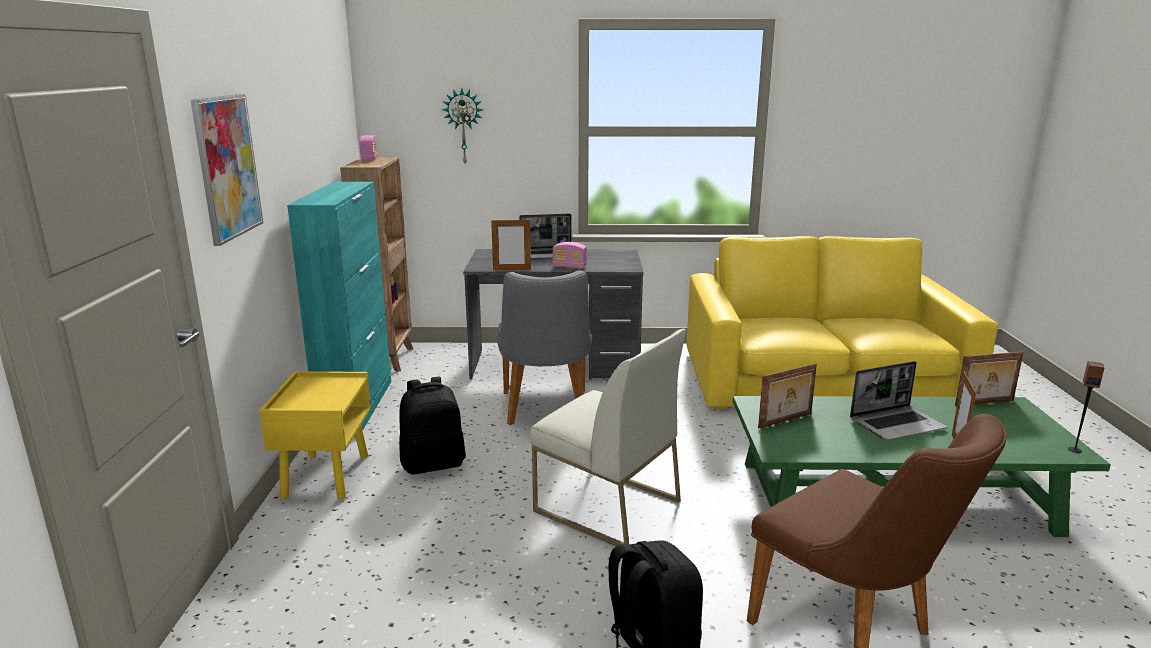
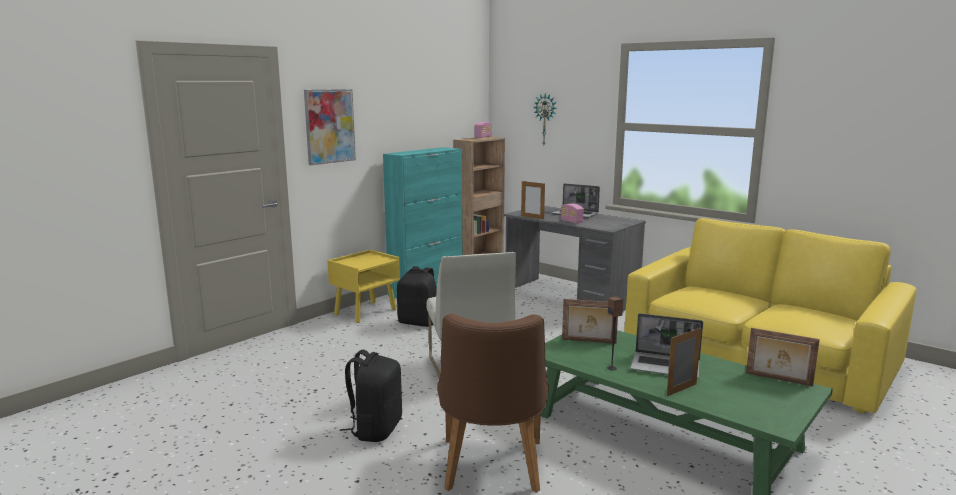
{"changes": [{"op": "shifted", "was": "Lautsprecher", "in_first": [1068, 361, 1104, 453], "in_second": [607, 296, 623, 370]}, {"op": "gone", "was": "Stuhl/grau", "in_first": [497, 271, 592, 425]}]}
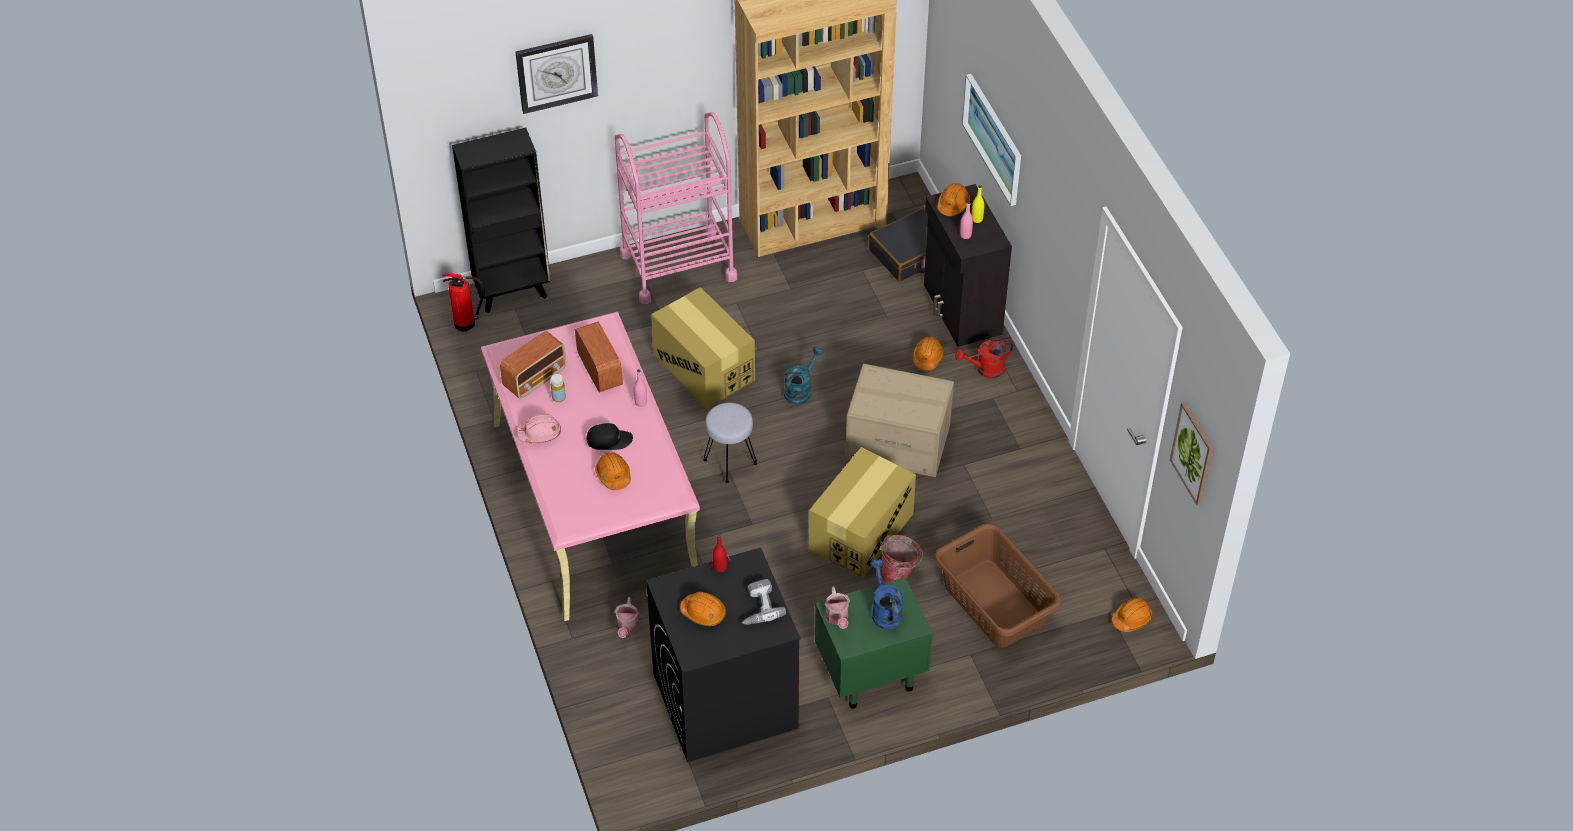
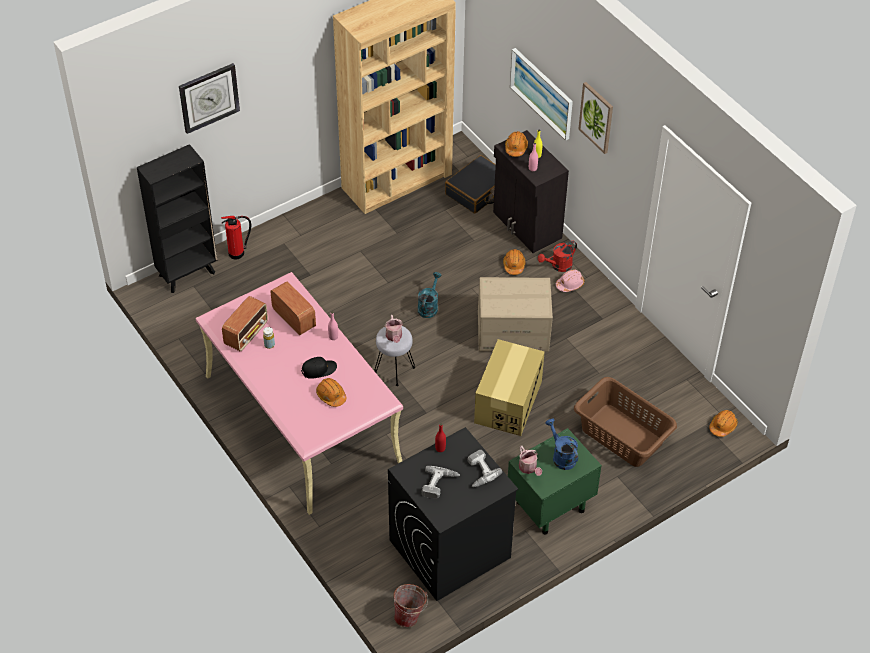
{"changes": [{"op": "shifted", "was": "Feuerlöscher", "in_first": [442, 274, 485, 331], "in_second": [221, 216, 251, 260]}, {"op": "shifted", "was": "Gießkanne", "in_first": [614, 597, 639, 638], "in_second": [385, 315, 403, 343]}, {"op": "shifted", "was": "Eimer", "in_first": [881, 535, 923, 583], "in_second": [394, 584, 428, 628]}, {"op": "swapped", "was": "Schutzhelm/orange", "now": "Bohrmaschine", "in_first": [680, 592, 726, 626], "in_second": [422, 466, 460, 499]}, {"op": "shifted", "was": "Schutzhelm/rosa", "in_first": [517, 414, 561, 444], "in_second": [556, 269, 584, 292]}, {"op": "shifted", "was": "Bild", "in_first": [1170, 402, 1214, 506], "in_second": [578, 82, 613, 154]}, {"op": "gone", "was": "Rollwagen/rosa", "in_first": [615, 112, 737, 304]}, {"op": "gone", "was": "Karton", "in_first": [651, 287, 755, 408]}]}
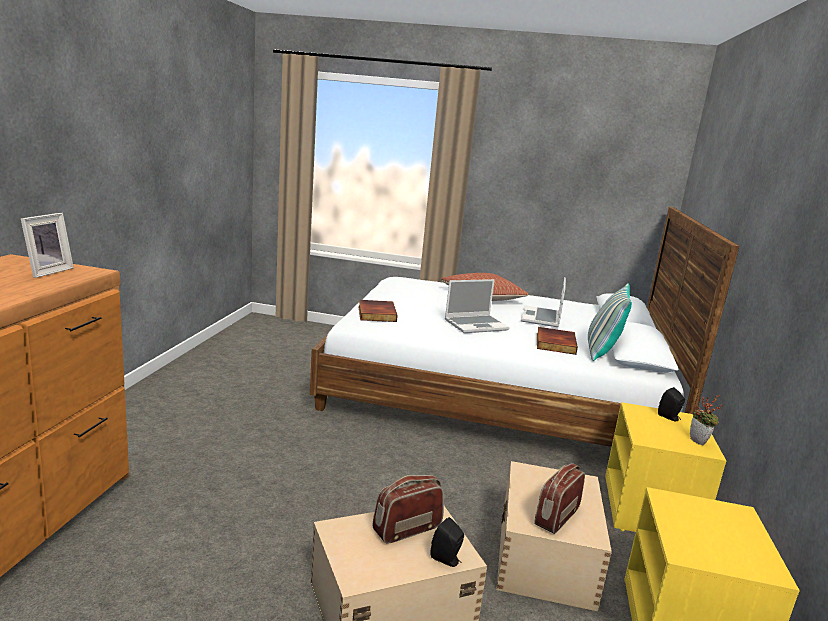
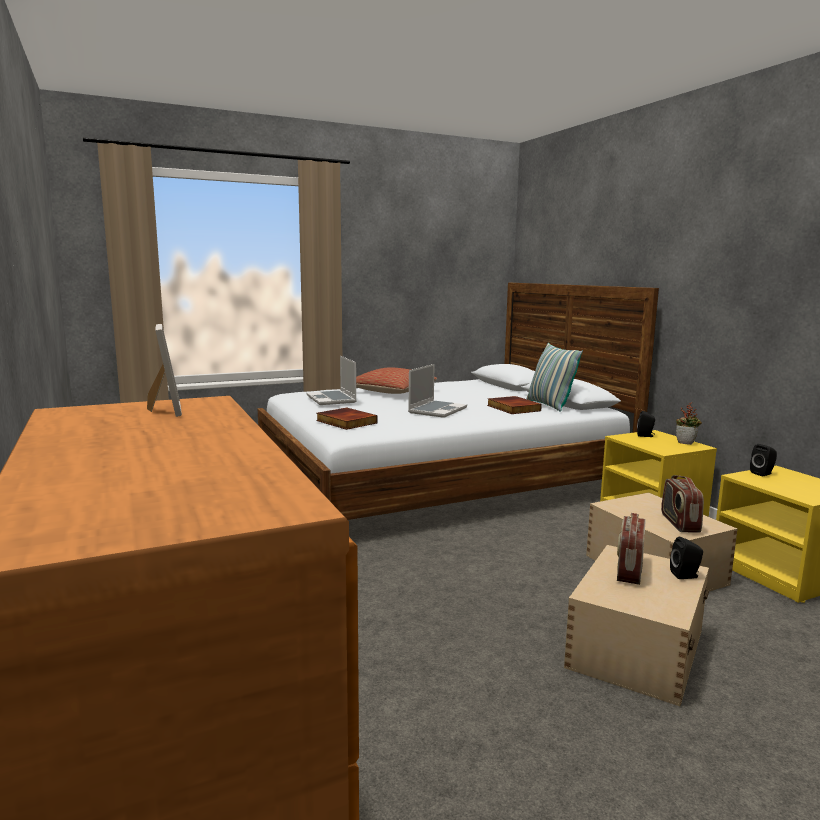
{"changes": [{"op": "shifted", "was": "Laptop", "in_first": [521, 277, 566, 327], "in_second": [307, 356, 357, 405]}, {"op": "new", "now": "Lautsprecher/schwarz", "in_second": [750, 444, 777, 476]}]}
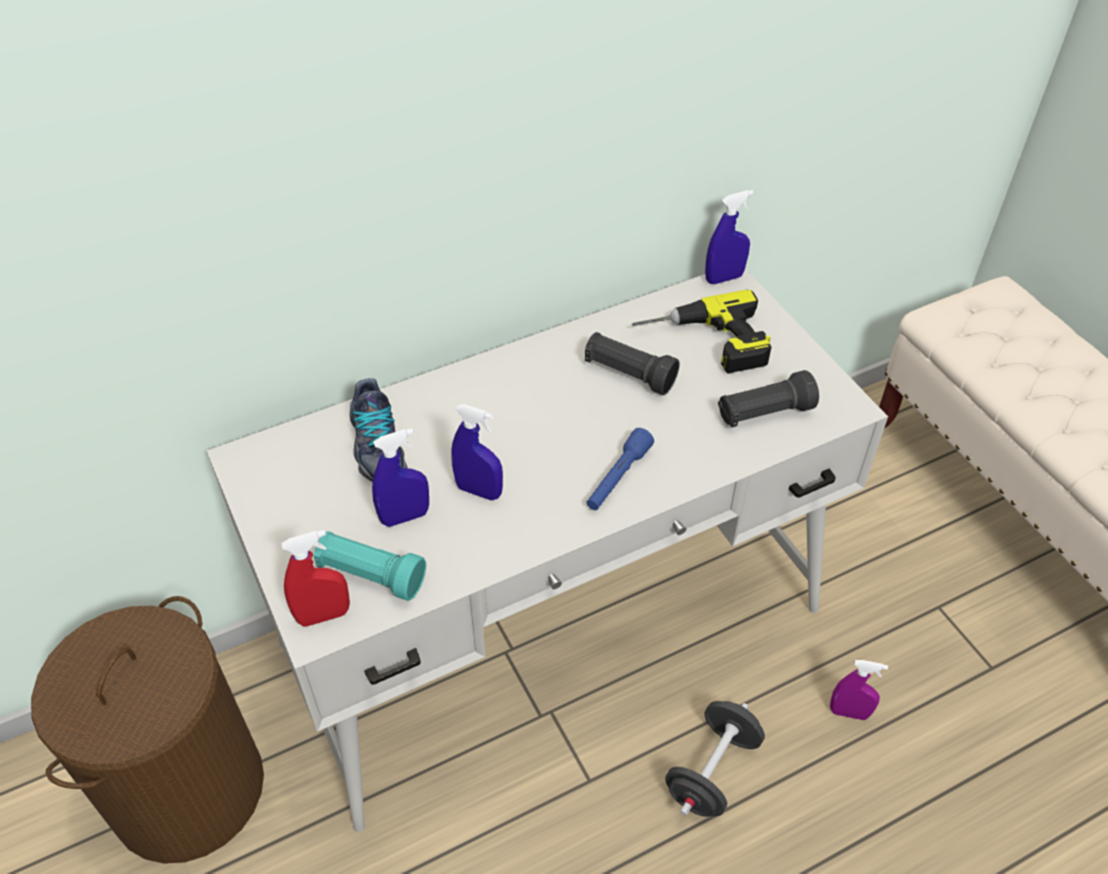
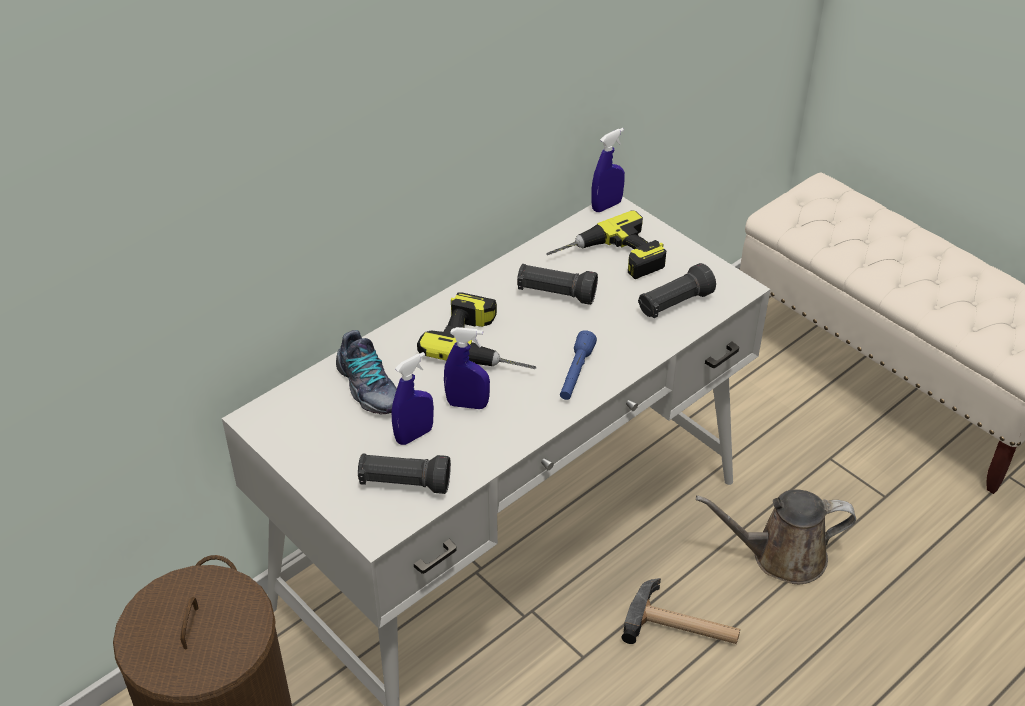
{"changes": [{"op": "repainted", "was": "Taschenlampe/türkis", "now": "Taschenlampe/schwarz", "in_first": [313, 531, 426, 601], "in_second": [358, 454, 451, 494]}, {"op": "new", "now": "Bohrmaschine", "in_second": [417, 293, 537, 369]}, {"op": "swapped", "was": "Hantel/schwarz", "now": "Hammer", "in_first": [665, 701, 765, 817], "in_second": [622, 578, 740, 644]}, {"op": "swapped", "was": "Sprühflasche/lila", "now": "Gießkanne/braun", "in_first": [830, 660, 888, 720], "in_second": [696, 489, 856, 584]}, {"op": "gone", "was": "Sprühflasche/rot", "in_first": [281, 530, 350, 627]}]}
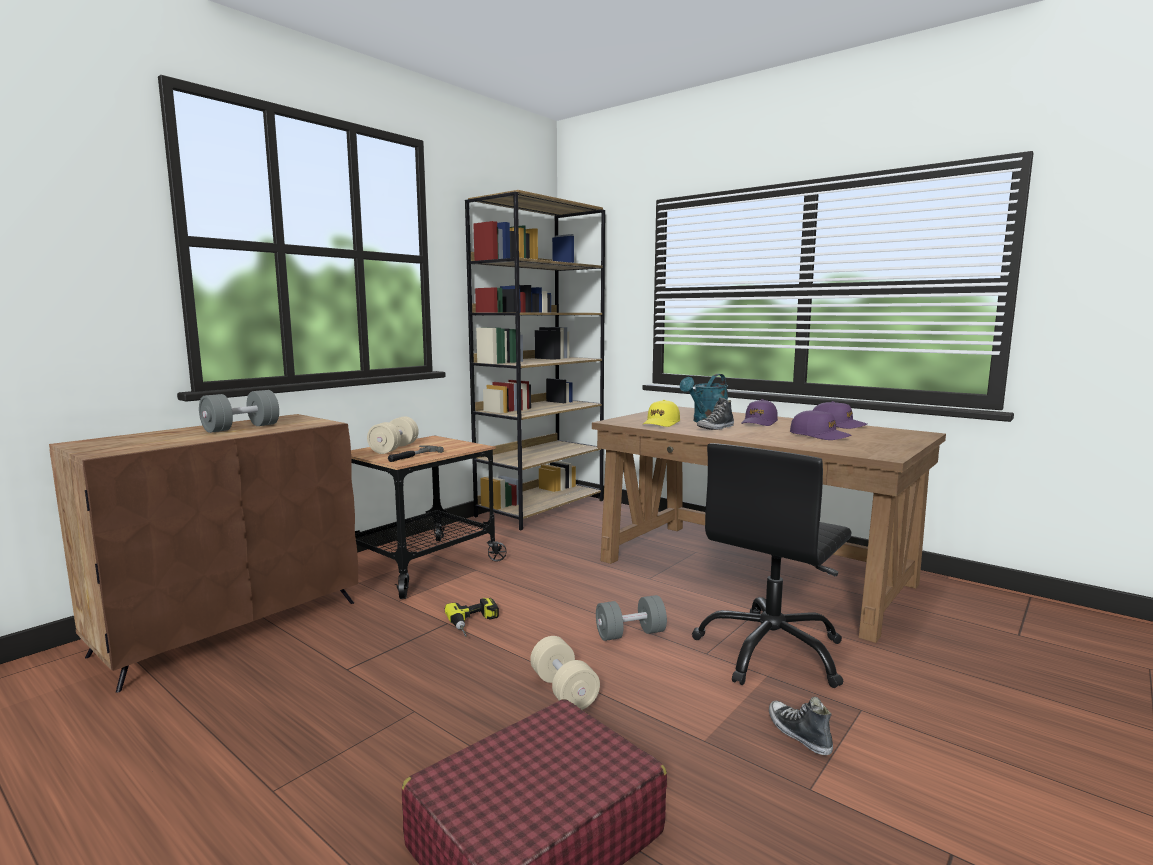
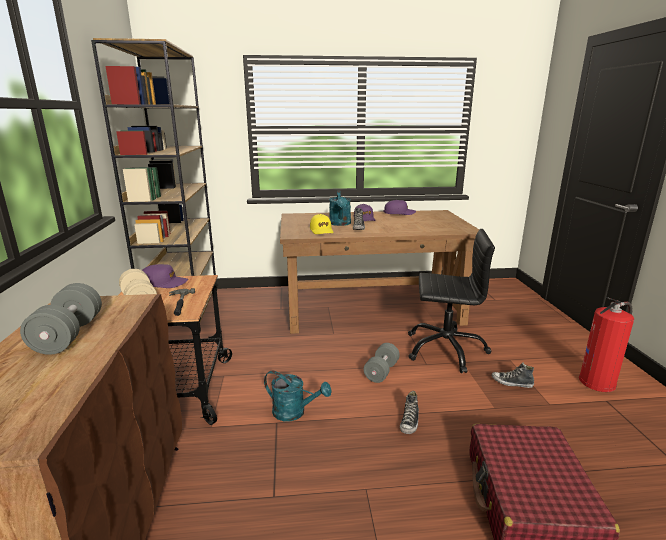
{"changes": [{"op": "shifted", "was": "Kappe/lila", "in_first": [790, 410, 852, 440], "in_second": [142, 264, 188, 288]}, {"op": "swapped", "was": "Bohrmaschine", "now": "Gießkanne/türkis", "in_first": [445, 598, 499, 637], "in_second": [264, 371, 332, 421]}, {"op": "swapped", "was": "Hantel/beige", "now": "Schuh", "in_first": [530, 636, 600, 710], "in_second": [400, 391, 419, 434]}, {"op": "rotated", "was": "Bürostuhl/schwarz", "in_first": [692, 443, 852, 688], "in_second": [408, 229, 495, 373], "clockwise": -75}, {"op": "new", "now": "Feuerlöscher", "in_second": [579, 297, 634, 392]}]}
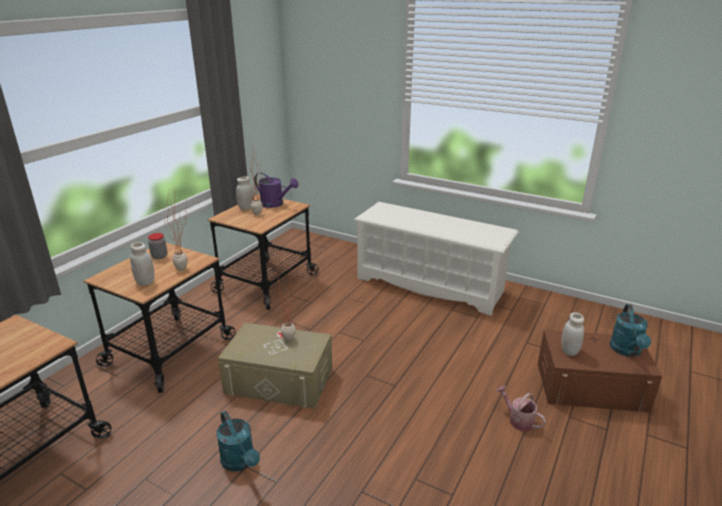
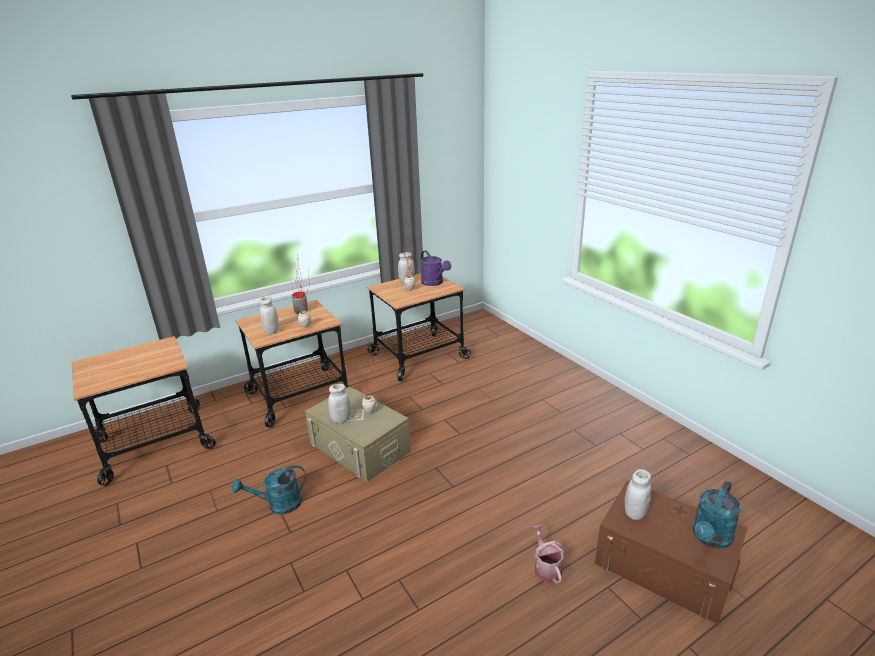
{"changes": [{"op": "rotated", "was": "Gießkanne/türkis", "in_first": [216, 411, 260, 472], "in_second": [232, 465, 306, 514], "clockwise": 75}, {"op": "new", "now": "Vorratsglas/weiß", "in_second": [328, 384, 351, 423]}, {"op": "gone", "was": "Schuhregal/weiß", "in_first": [354, 202, 519, 316]}]}
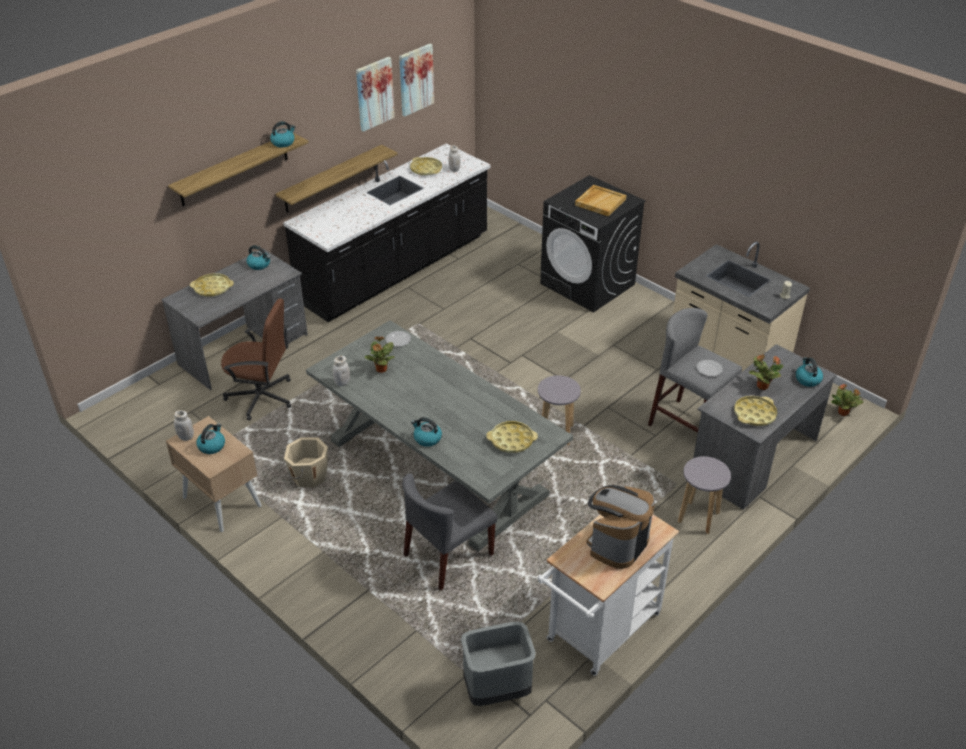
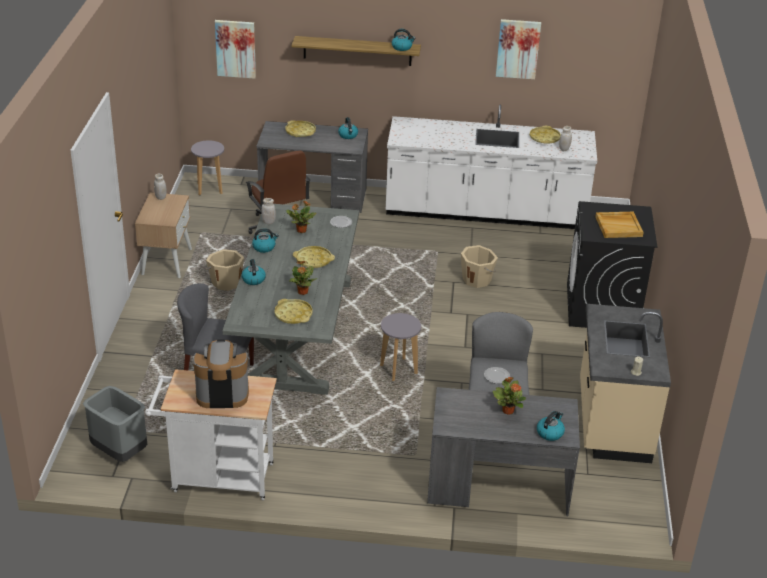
{"changes": [{"op": "shifted", "was": "Hocker/grau", "in_first": [678, 456, 731, 534], "in_second": [191, 140, 224, 195]}, {"op": "shifted", "was": "Bild", "in_first": [399, 44, 434, 116], "in_second": [215, 20, 256, 79]}, {"op": "shifted", "was": "Wasserkessel", "in_first": [196, 424, 225, 454], "in_second": [252, 228, 279, 253]}, {"op": "shifted", "was": "Topfpflanze", "in_first": [831, 384, 863, 416], "in_second": [289, 261, 317, 295]}, {"op": "shifted", "was": "Tablett/gelb", "in_first": [734, 396, 777, 426], "in_second": [293, 246, 335, 268]}, {"op": "repainted", "was": "Küchenzeile/schwarz", "now": "Küchenzeile/weiß", "in_first": [283, 143, 491, 322], "in_second": [386, 105, 597, 229]}, {"op": "new", "now": "Eimer/beige", "in_second": [461, 245, 498, 288]}, {"op": "gone", "was": "Wandregal", "in_first": [276, 145, 398, 213]}]}
